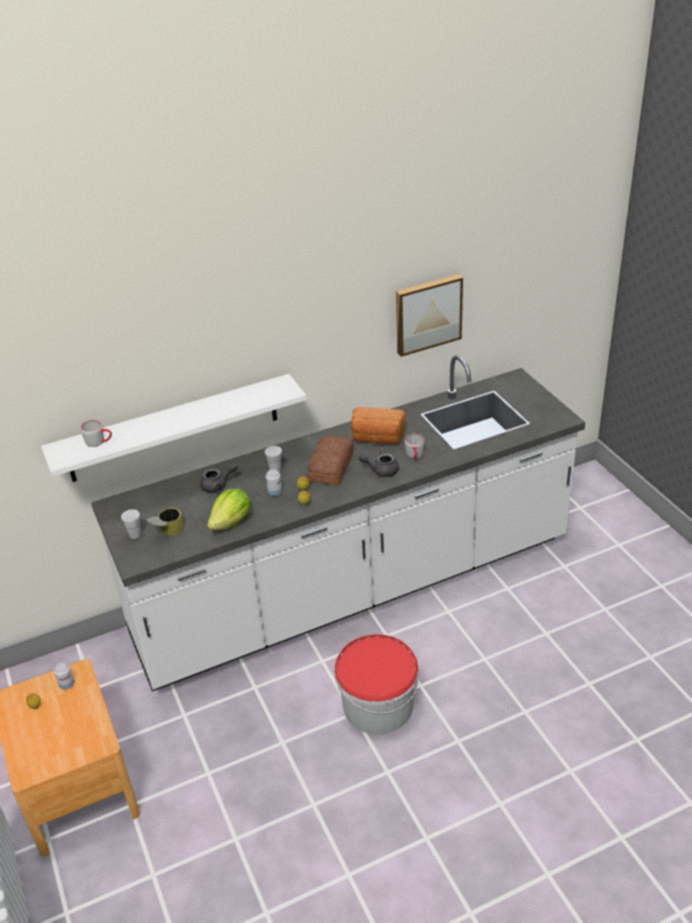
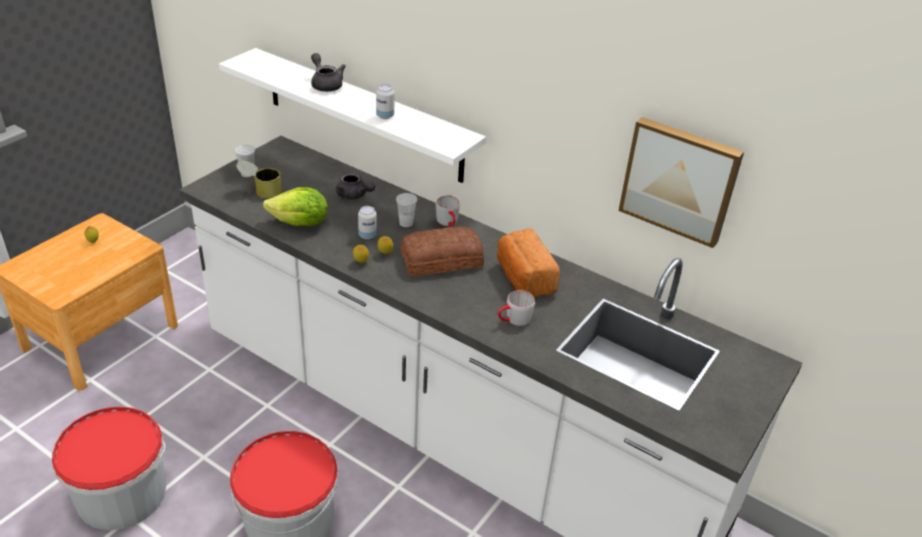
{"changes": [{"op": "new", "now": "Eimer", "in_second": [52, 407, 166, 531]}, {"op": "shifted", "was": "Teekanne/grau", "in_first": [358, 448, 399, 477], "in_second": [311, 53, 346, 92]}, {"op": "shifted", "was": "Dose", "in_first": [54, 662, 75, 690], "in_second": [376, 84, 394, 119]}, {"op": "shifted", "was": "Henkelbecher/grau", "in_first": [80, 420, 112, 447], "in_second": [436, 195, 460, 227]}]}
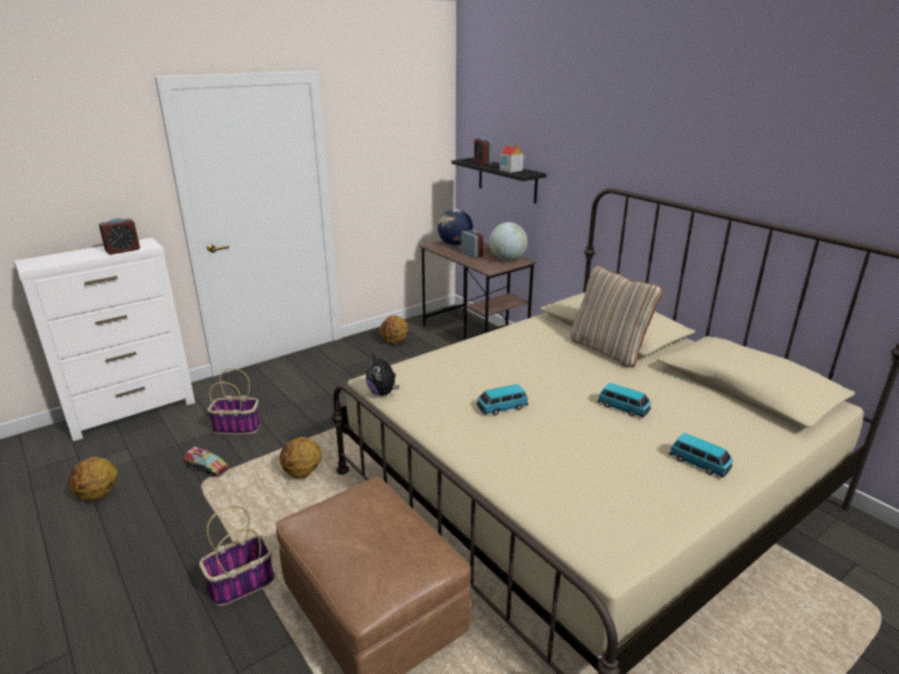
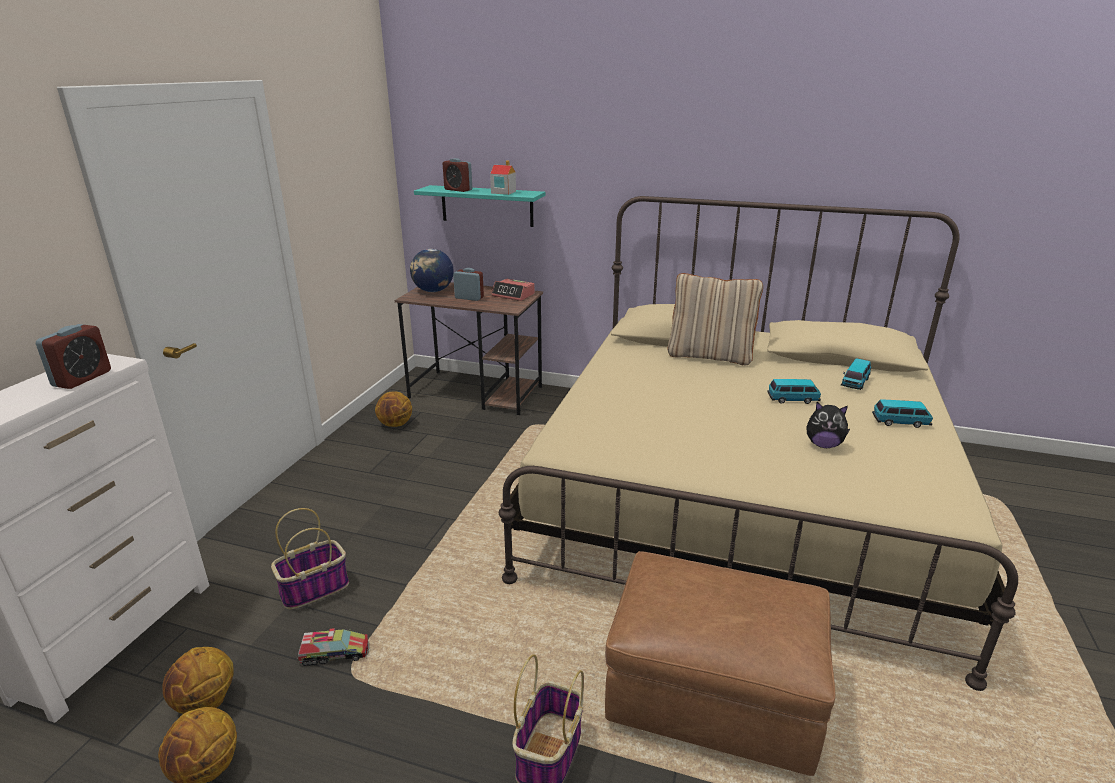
{"changes": [{"op": "shifted", "was": "Basketball", "in_first": [280, 437, 322, 478], "in_second": [163, 647, 234, 714]}, {"op": "repainted", "was": "Wandregal/schwarz", "now": "Wandregal/türkis", "in_first": [452, 158, 547, 203], "in_second": [414, 185, 545, 227]}, {"op": "swapped", "was": "Globus", "now": "Wecker", "in_first": [489, 222, 528, 261], "in_second": [491, 279, 535, 301]}, {"op": "shifted", "was": "Plüschtier", "in_first": [366, 353, 399, 396], "in_second": [806, 402, 850, 448]}, {"op": "shifted", "was": "Spielzeugauto", "in_first": [477, 384, 528, 415], "in_second": [841, 358, 871, 390]}]}
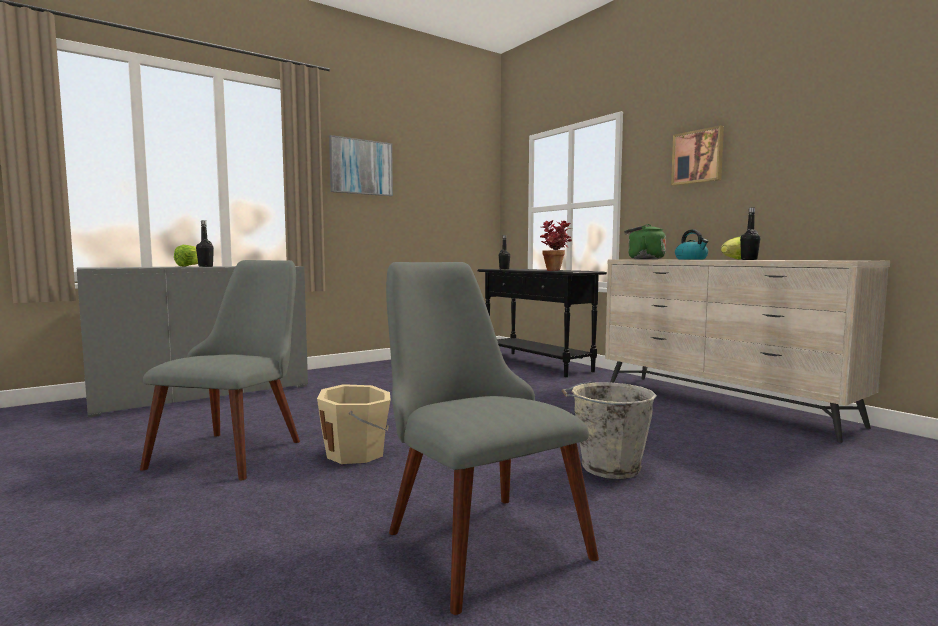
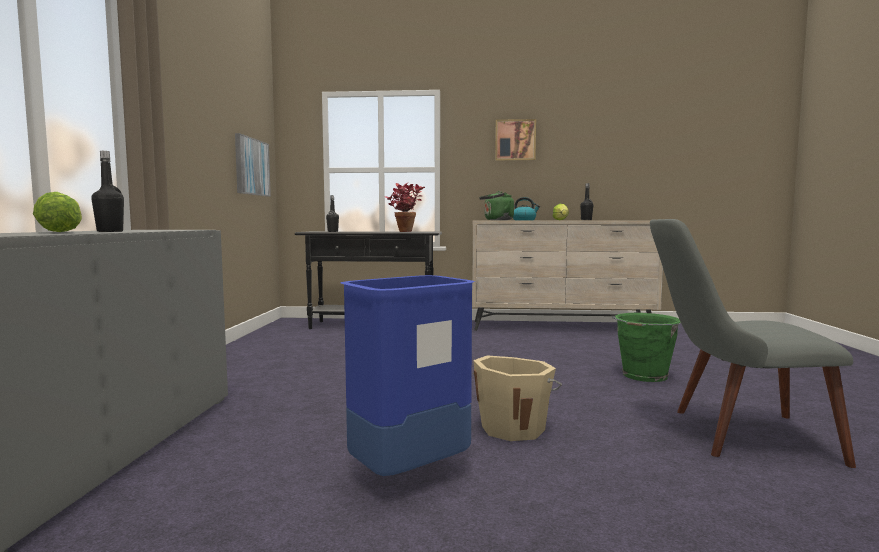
{"changes": [{"op": "shifted", "was": "Bild", "in_first": [329, 135, 393, 196], "in_second": [235, 133, 271, 196]}, {"op": "swapped", "was": "Stuhl/grau", "now": "Mülleimer/blau", "in_first": [140, 260, 300, 480], "in_second": [340, 275, 475, 476]}, {"op": "repainted", "was": "Eimer/grau", "now": "Eimer/grün", "in_first": [562, 382, 657, 479], "in_second": [611, 313, 680, 382]}]}
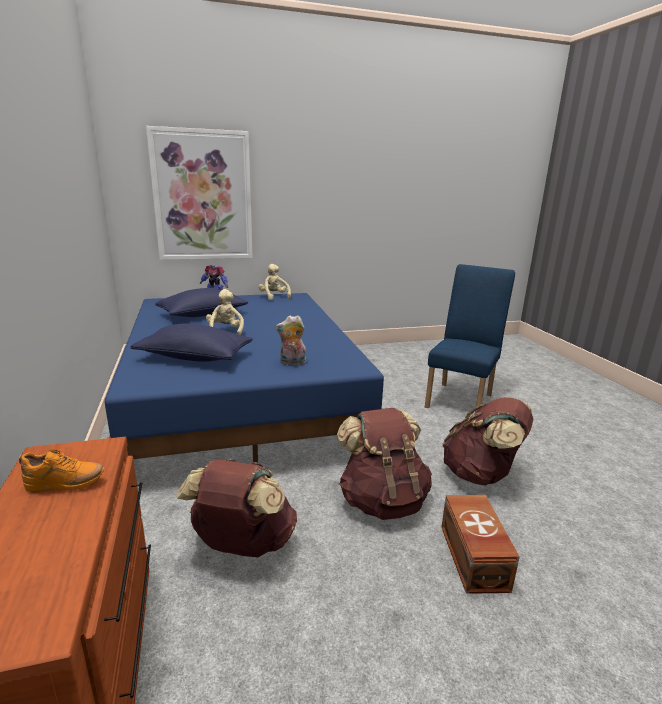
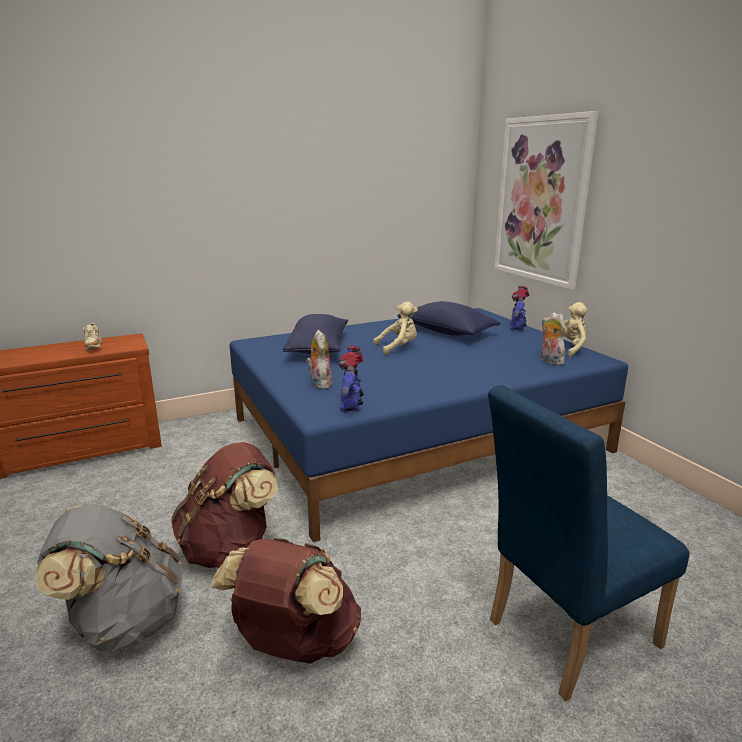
{"changes": [{"op": "swapped", "was": "Aufbewahrungsbox/braun", "now": "Rucksack/grau", "in_first": [441, 495, 520, 594], "in_second": [36, 504, 182, 651]}, {"op": "repainted", "was": "Schuh/orange", "now": "Schuh/beige", "in_first": [19, 449, 104, 492], "in_second": [83, 323, 102, 350]}, {"op": "new", "now": "Spielzeugroboter", "in_second": [339, 346, 364, 412]}, {"op": "rotated", "was": "Stuhl/blau", "in_first": [425, 264, 515, 412], "in_second": [488, 385, 689, 701], "clockwise": 135}, {"op": "new", "now": "Plüschtier", "in_second": [541, 312, 566, 365]}, {"op": "gone", "was": "Rucksack/braun", "in_first": [176, 459, 297, 557]}]}
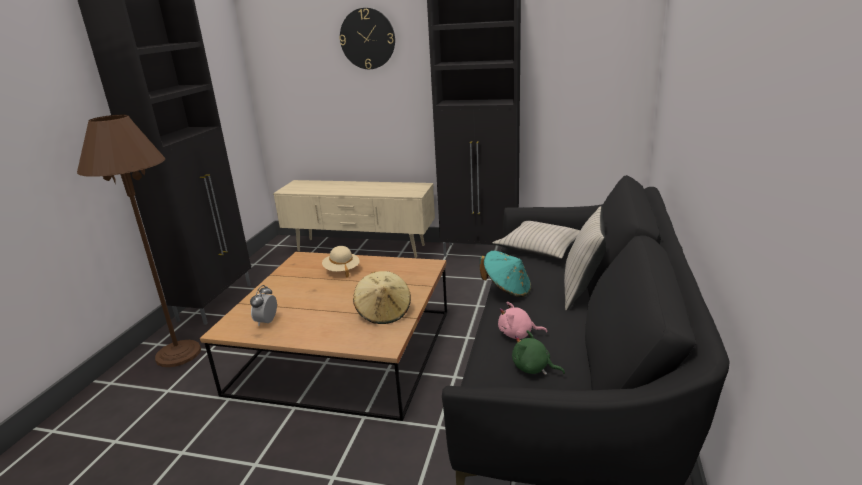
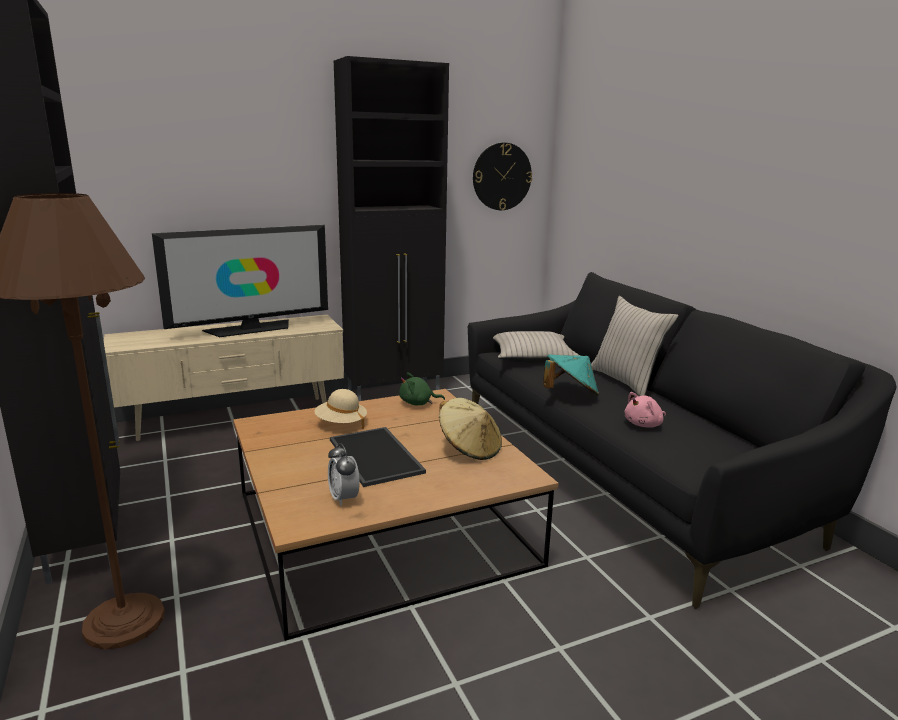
{"changes": [{"op": "new", "now": "Fernseher", "in_second": [152, 225, 328, 337]}, {"op": "new", "now": "Tablett", "in_second": [330, 427, 426, 487]}, {"op": "shifted", "was": "Plüschtier/grün", "in_first": [512, 330, 565, 375], "in_second": [399, 372, 445, 405]}, {"op": "shifted", "was": "Wanduhr", "in_first": [339, 8, 395, 69], "in_second": [473, 143, 532, 210]}]}
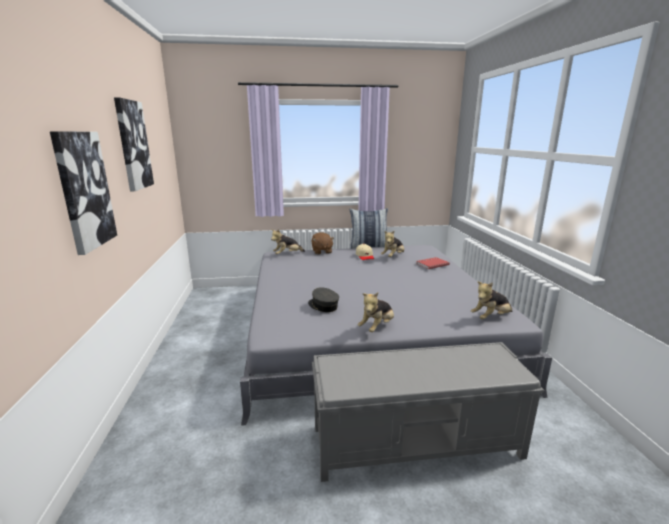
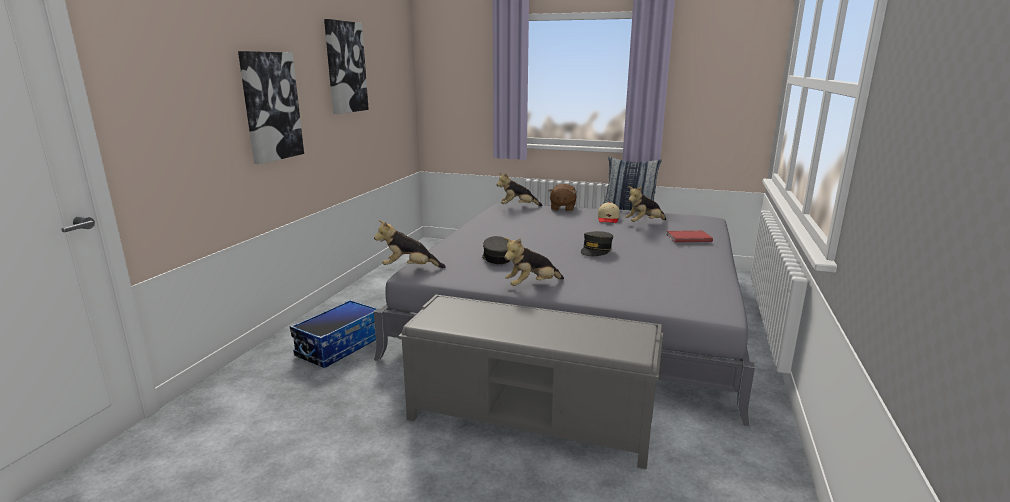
{"changes": [{"op": "new", "now": "Aufbewahrungsbox", "in_second": [289, 300, 378, 368]}, {"op": "shifted", "was": "Plüschtier", "in_first": [471, 281, 512, 319], "in_second": [374, 220, 446, 268]}, {"op": "new", "now": "Kappe/grau", "in_second": [581, 231, 613, 256]}]}
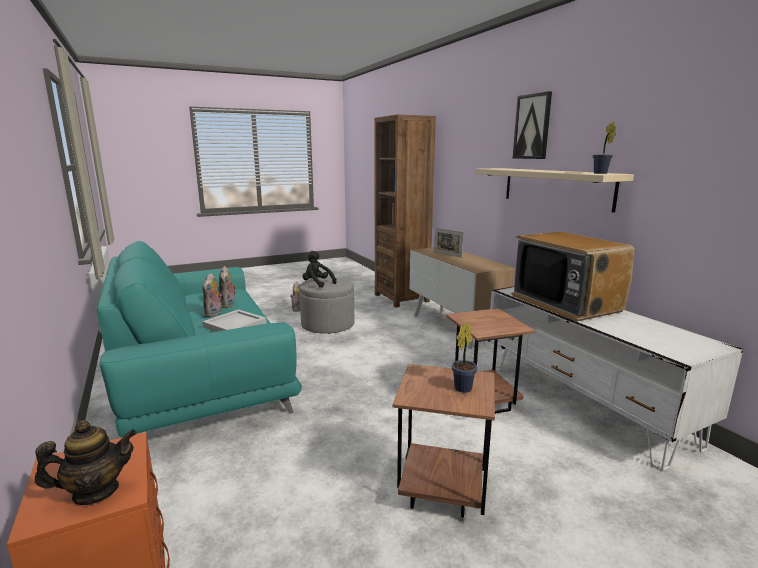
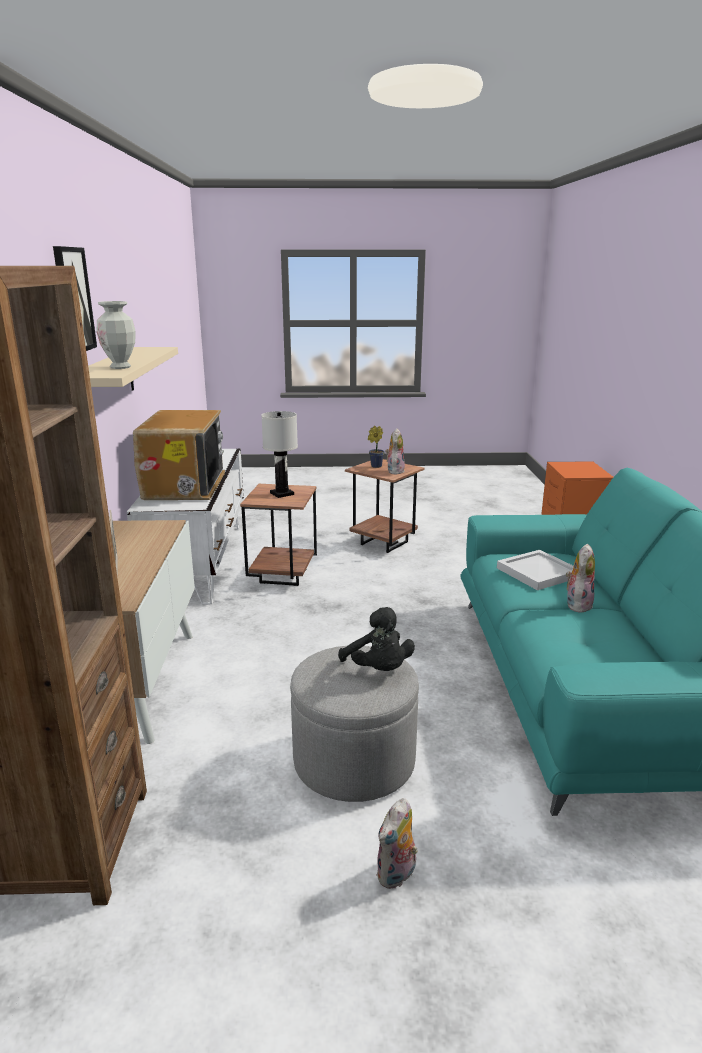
{"changes": [{"op": "new", "now": "Vase", "in_second": [97, 301, 136, 369]}, {"op": "new", "now": "Tischlampe/weiß", "in_second": [261, 411, 298, 498]}, {"op": "shifted", "was": "Plüschtier", "in_first": [219, 266, 236, 308], "in_second": [385, 429, 405, 475]}, {"op": "gone", "was": "Teekanne", "in_first": [35, 420, 137, 505]}, {"op": "gone", "was": "Topfpflanze", "in_first": [593, 122, 616, 174]}]}
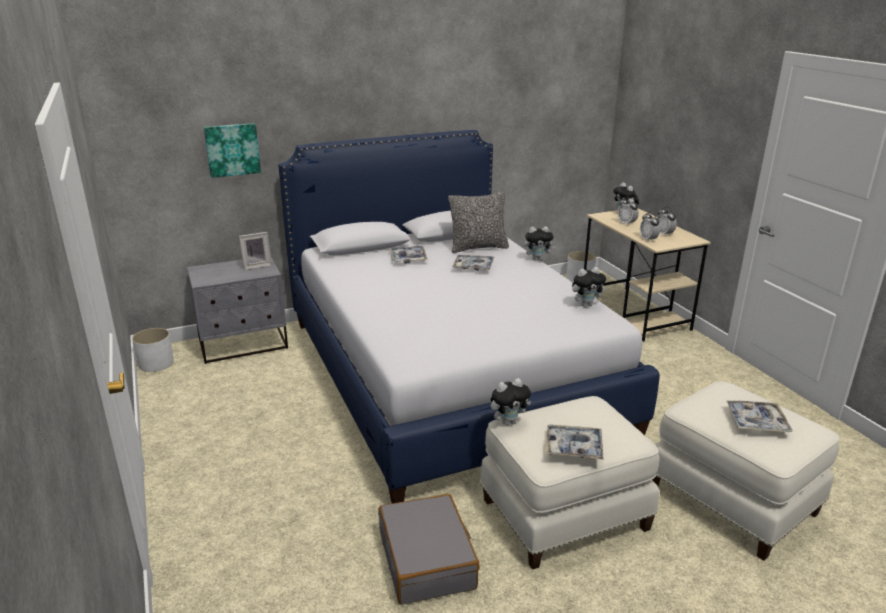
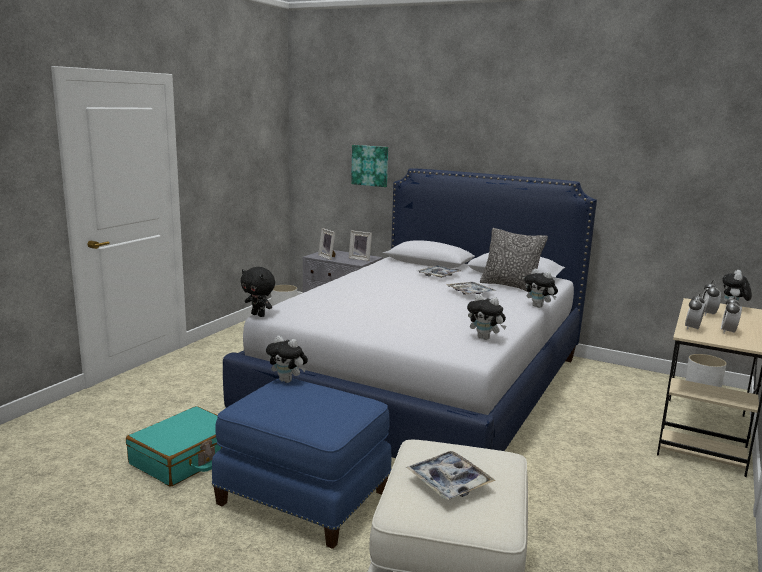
{"changes": [{"op": "repainted", "was": "Koffer/grau", "now": "Koffer/türkis", "in_first": [378, 494, 480, 605], "in_second": [126, 406, 223, 487]}, {"op": "repainted", "was": "Polsterhocker/weiß", "now": "Polsterhocker/blau", "in_first": [480, 396, 660, 570], "in_second": [212, 378, 392, 549]}, {"op": "new", "now": "Plüschtier/schwarz", "in_second": [240, 267, 275, 317]}, {"op": "new", "now": "Bilderrahmen", "in_second": [318, 228, 336, 260]}, {"op": "gone", "was": "Tablett", "in_first": [546, 424, 603, 460]}]}
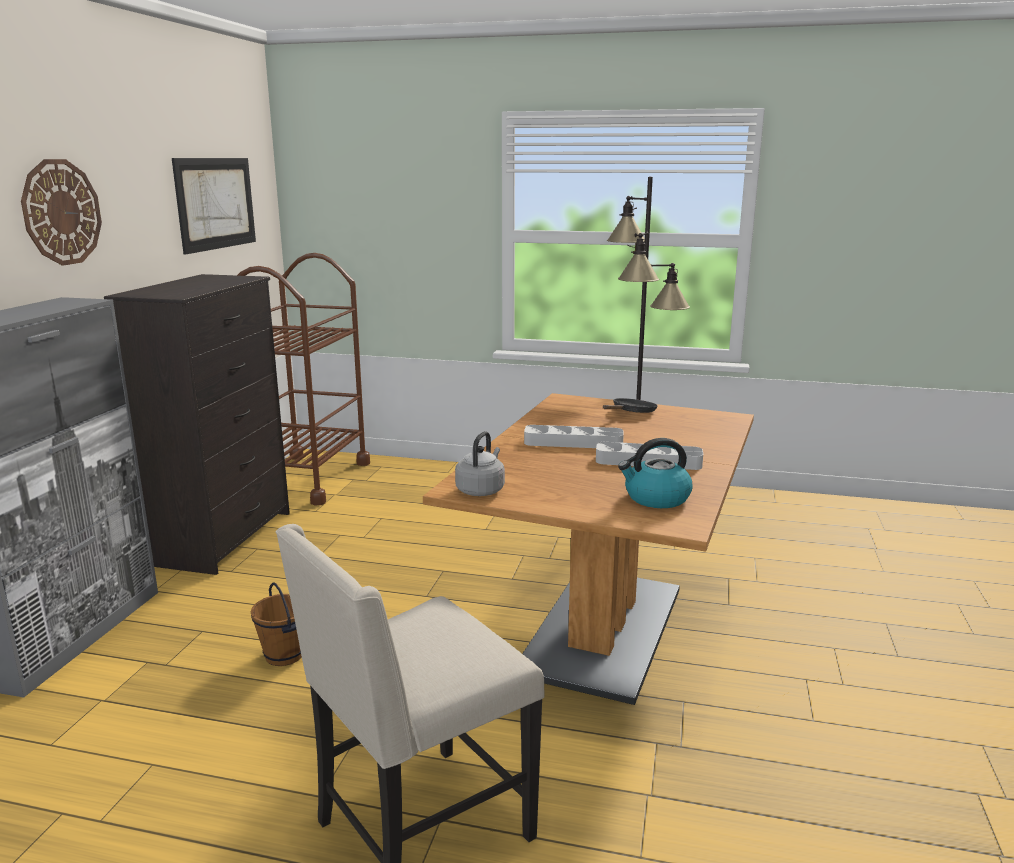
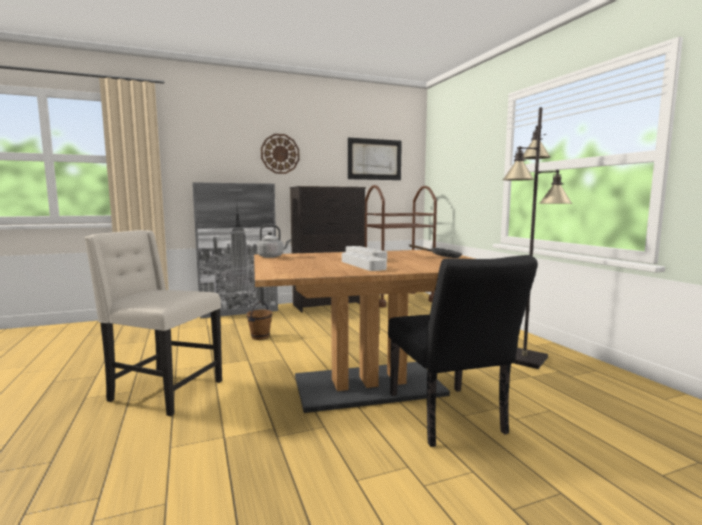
{"changes": [{"op": "new", "now": "Stuhl/schwarz", "in_second": [388, 255, 538, 447]}, {"op": "gone", "was": "Wasserkessel", "in_first": [618, 438, 692, 508]}]}
